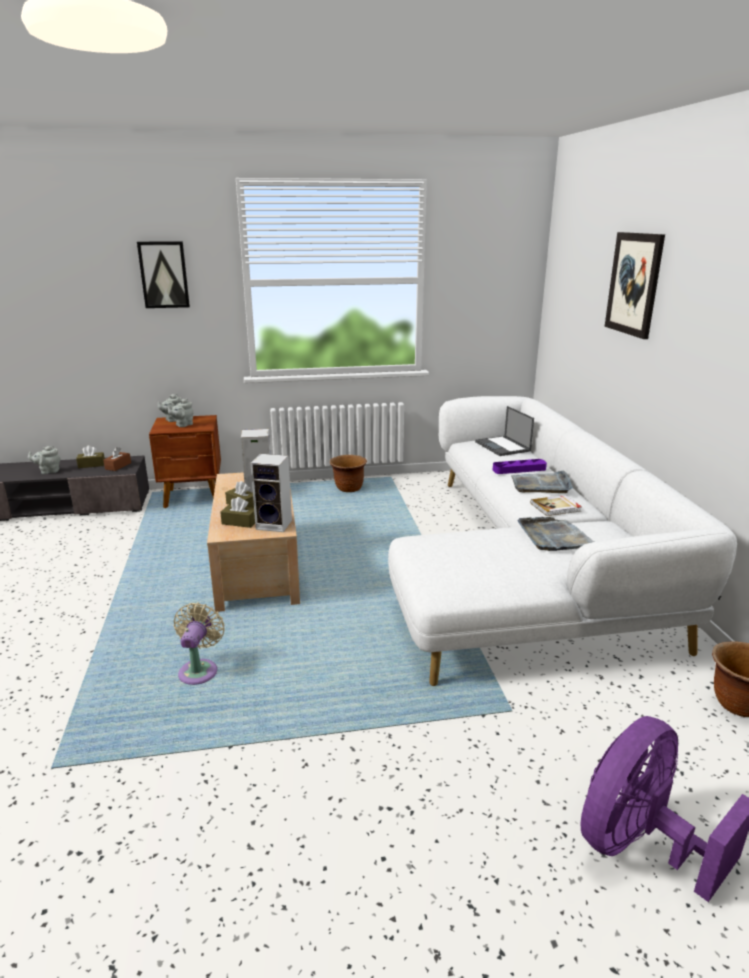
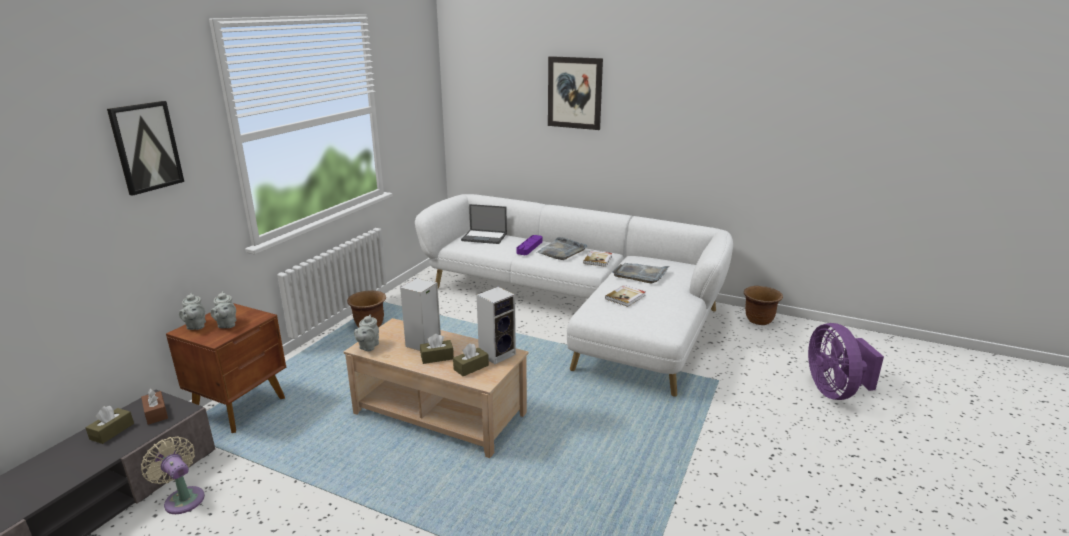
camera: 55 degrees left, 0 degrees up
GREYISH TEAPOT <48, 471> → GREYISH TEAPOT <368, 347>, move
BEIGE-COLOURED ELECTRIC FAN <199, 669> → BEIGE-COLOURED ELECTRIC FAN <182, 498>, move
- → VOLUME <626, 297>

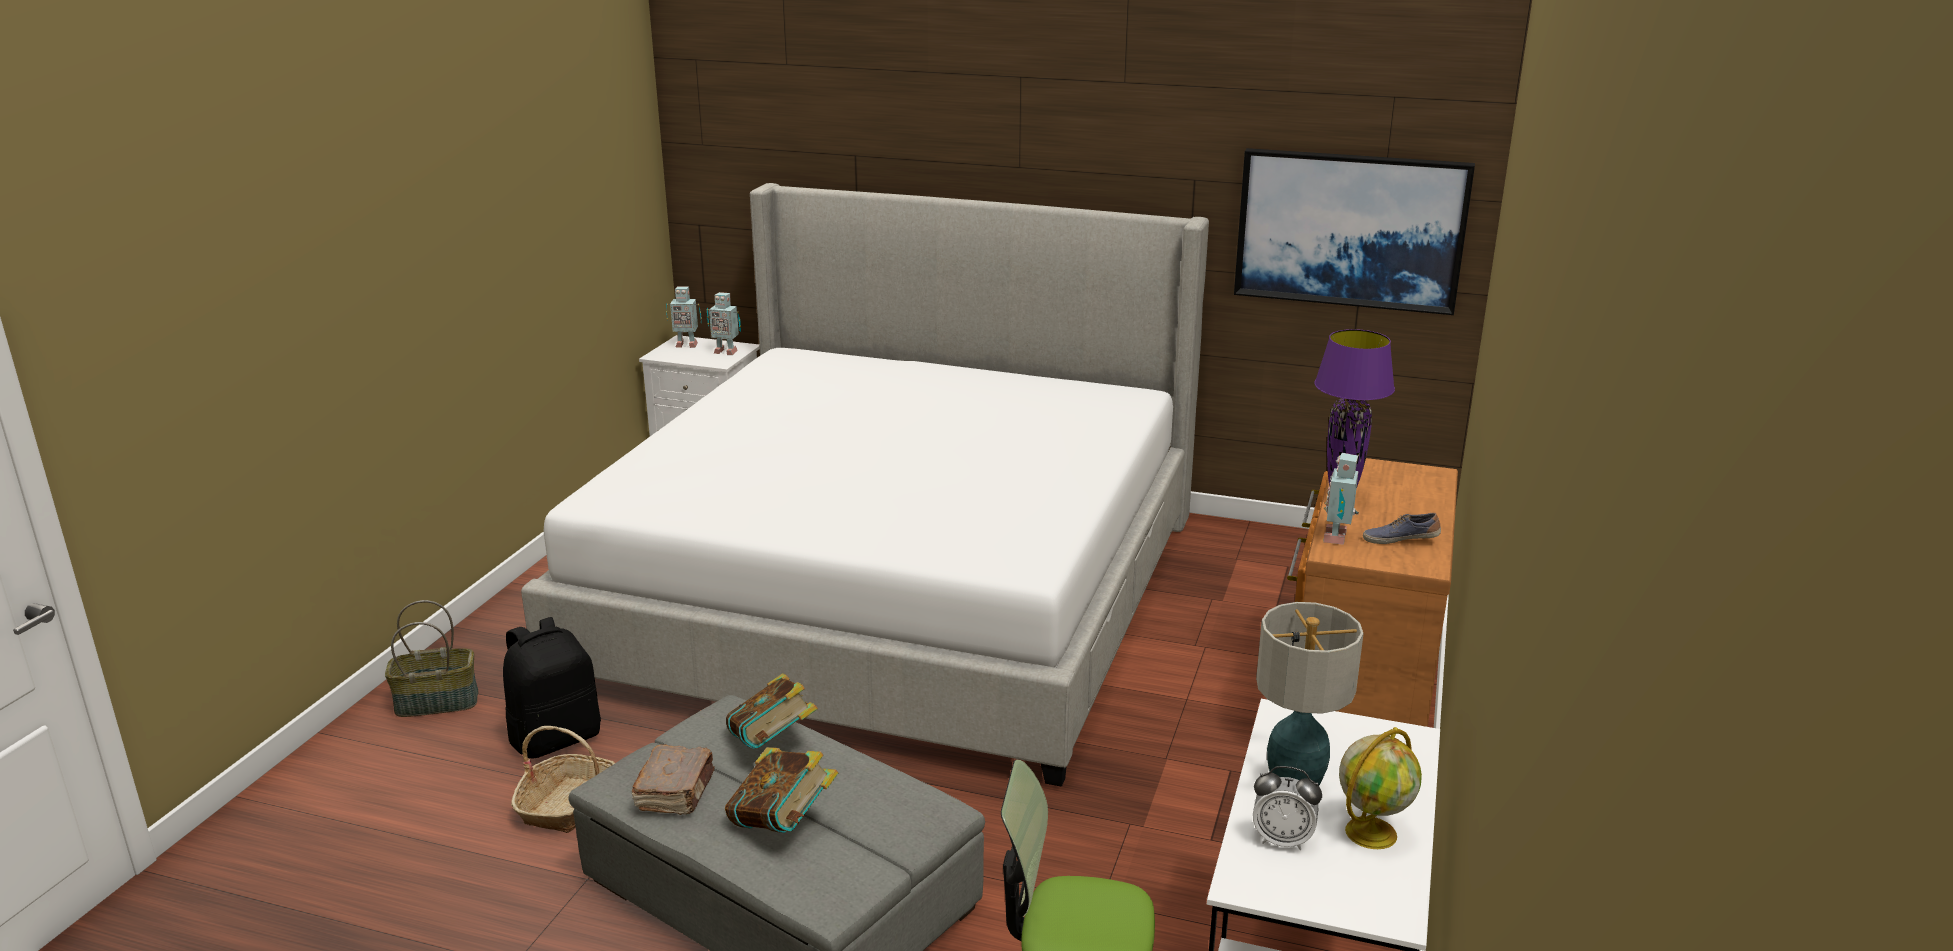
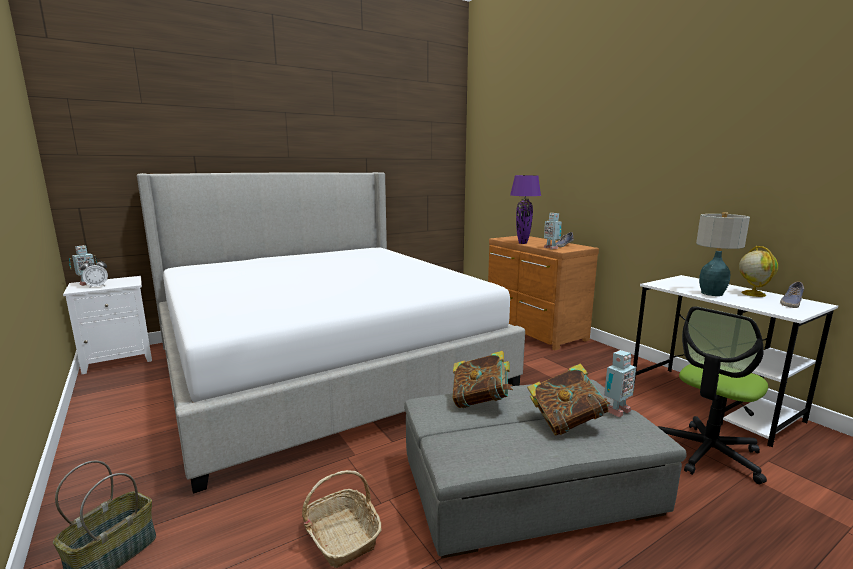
camera: 50 degrees left, 10 degrees down
BLACKISH RUCKSACK <556, 738> → -
BROWNISH VOLUME <676, 792> → -
MODEL ROBOT <725, 351> → MODEL ROBOT <616, 411>, move
WALL ART <1350, 229> → -
TABLE CLOCK <1282, 840> → TABLE CLOCK <97, 286>, move
- → SHOE <791, 303>

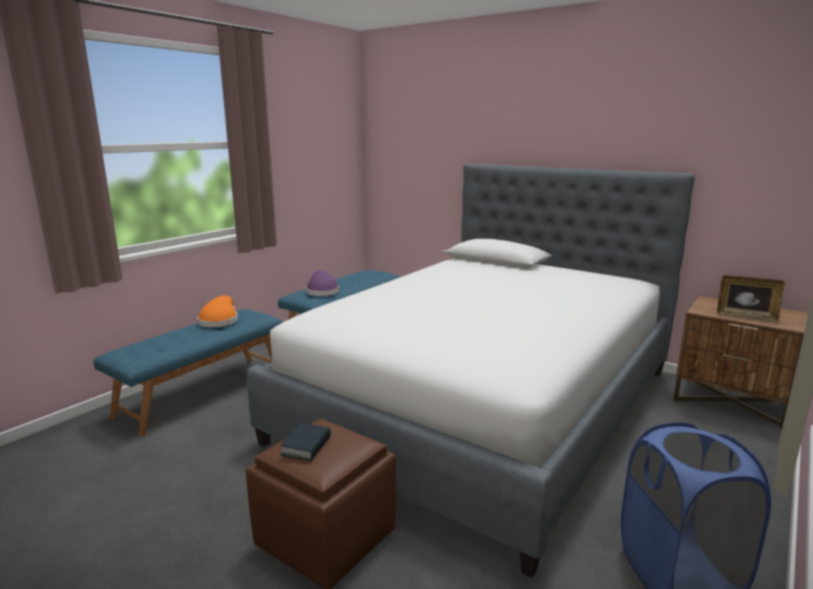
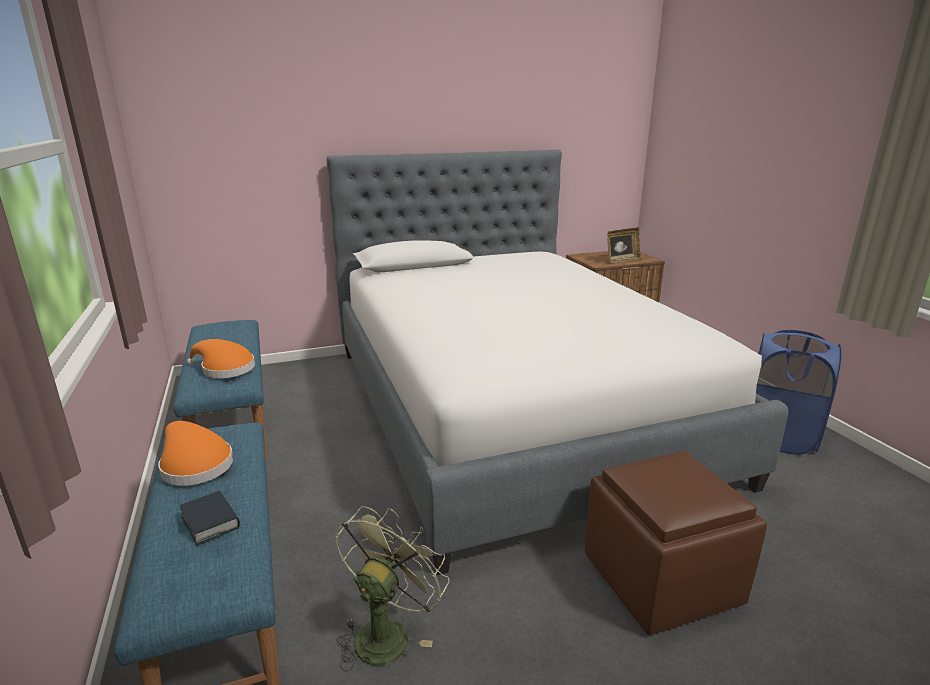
camera: 55 degrees left, 5 degrees up
VOLUME <306, 446> → VOLUME <210, 522>, move
PURPLE-COLOURED HAT <321, 291> → ORANGEY HAT <224, 369>
- → GREEN-COLOURED ELECTRIC FAN <386, 631>

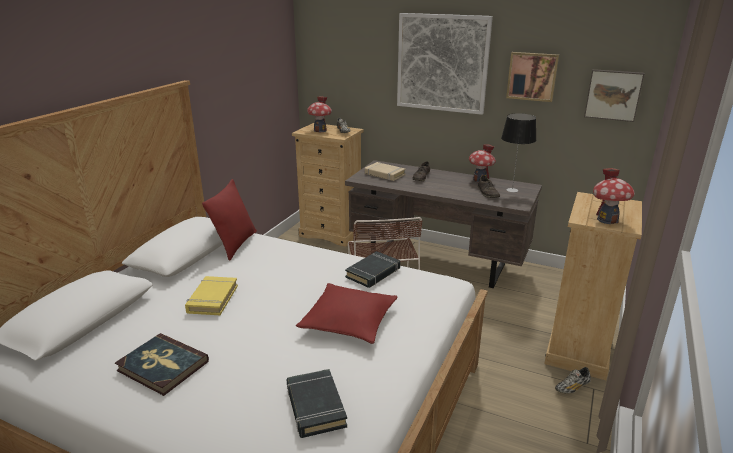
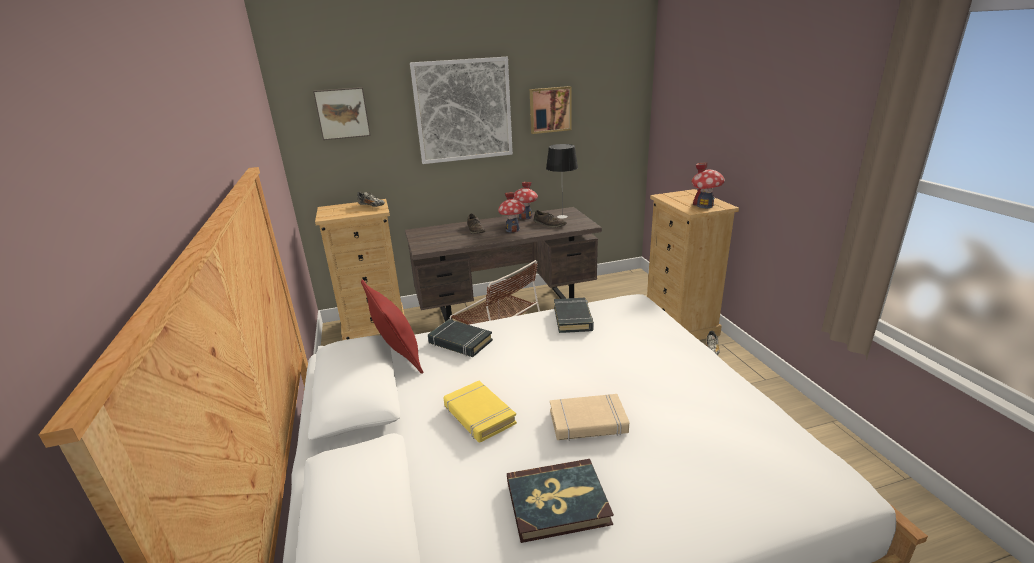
camera: 40 degrees left, 0 degrees up
BLACKISH VOLUME <315, 407> → BLACKISH VOLUME <460, 342>, move
RED THROW PILLOW <349, 321> → -
TOY HOUSE <320, 130> → TOY HOUSE <512, 230>, move
BEIGE-COLOURED VOLUME <384, 174> → BEIGE-COLOURED VOLUME <588, 422>, move
WALL ART <613, 95> → WALL ART <342, 113>, move

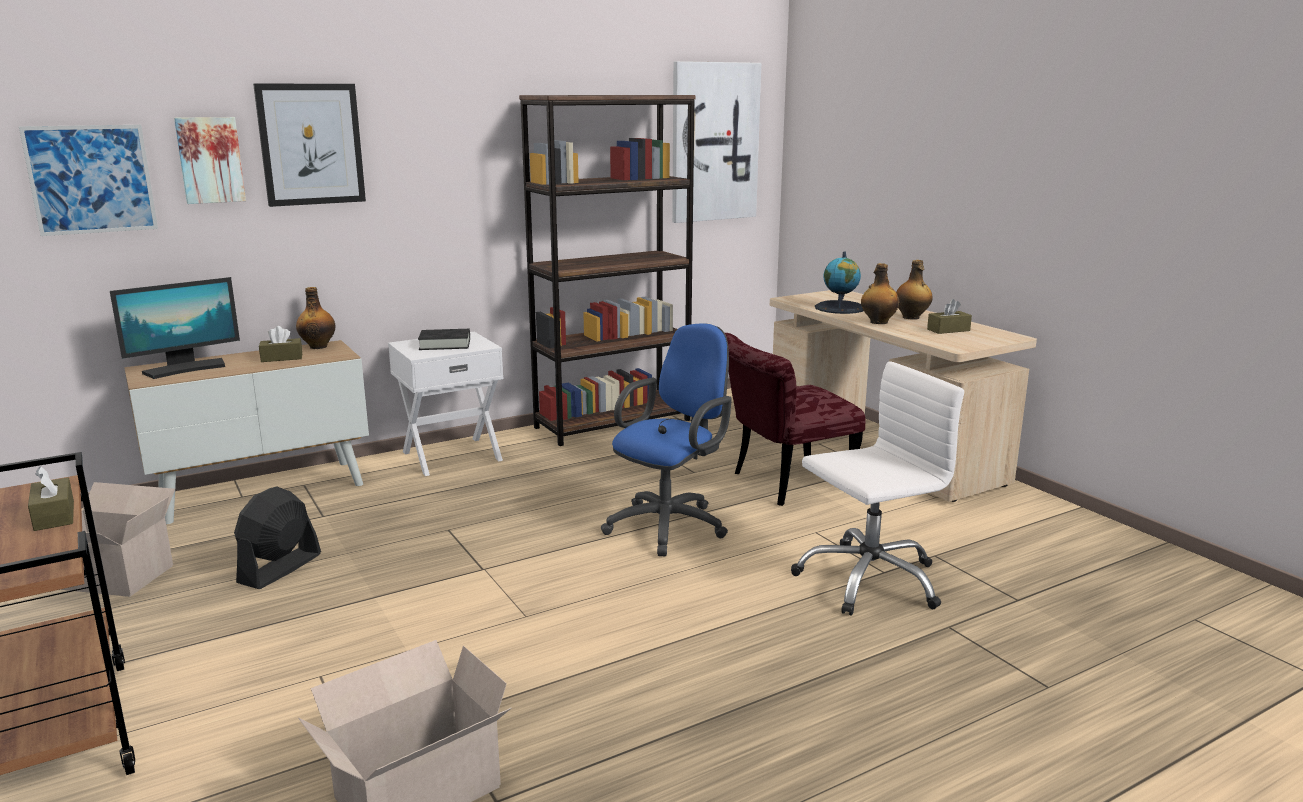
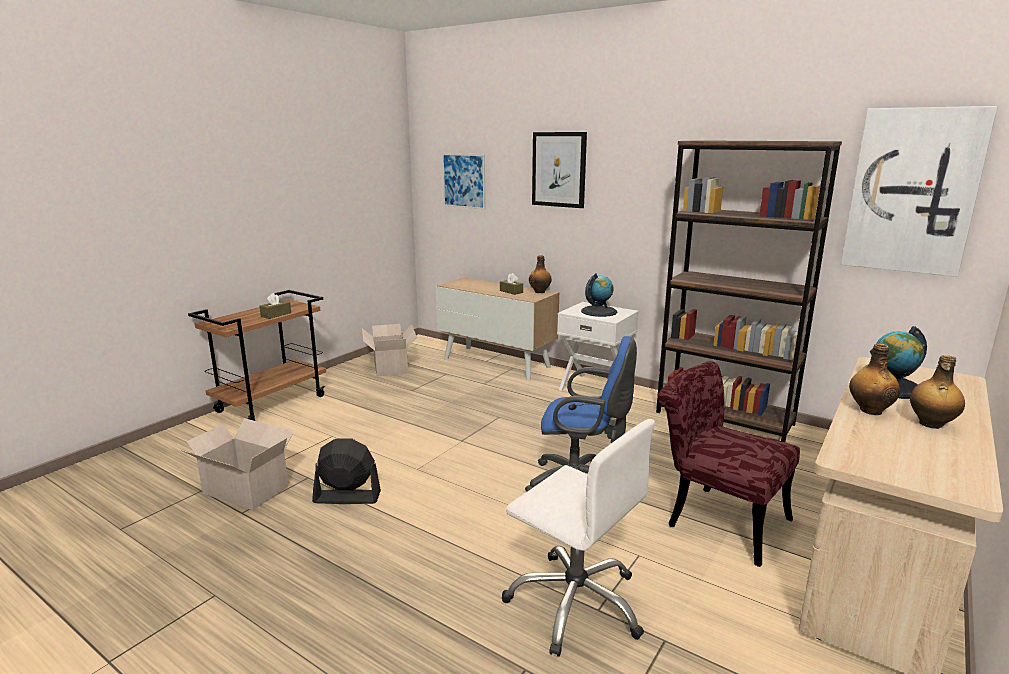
camera: 65 degrees right, 0 degrees up
MONITOR <185, 369> → -
WALL ART <210, 160> → -
BLACKISH ELECTRIC FAN <279, 568> → BLACKISH ELECTRIC FAN <346, 497>, move
BLACKISH VOLUME <445, 344> → GLOBE <599, 311>
BROWNISH BOX OF TISSUES <948, 330> → -

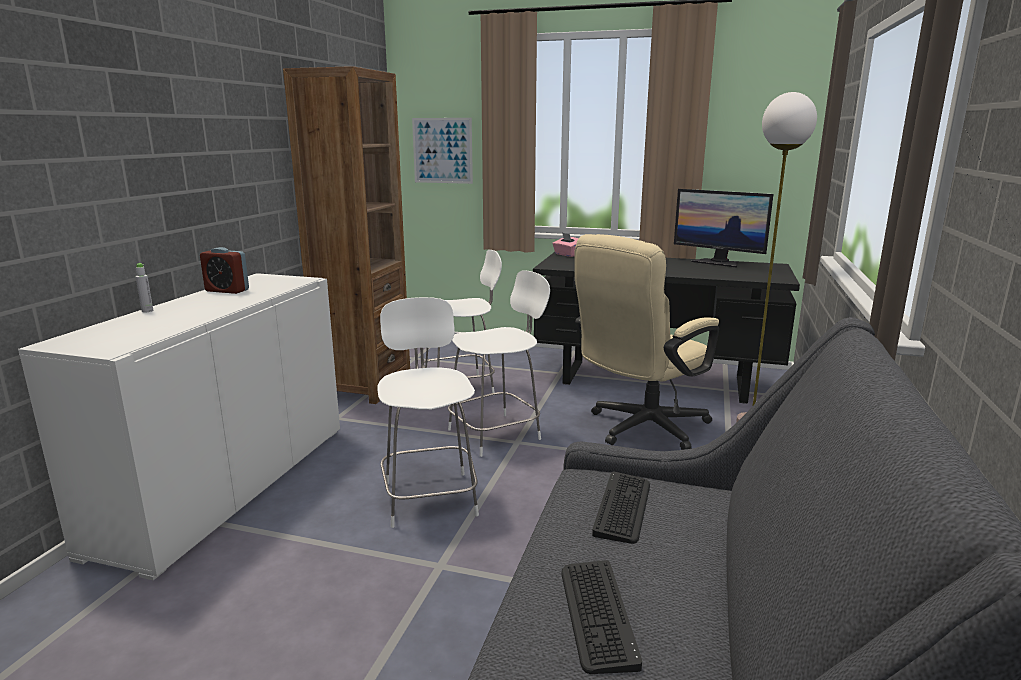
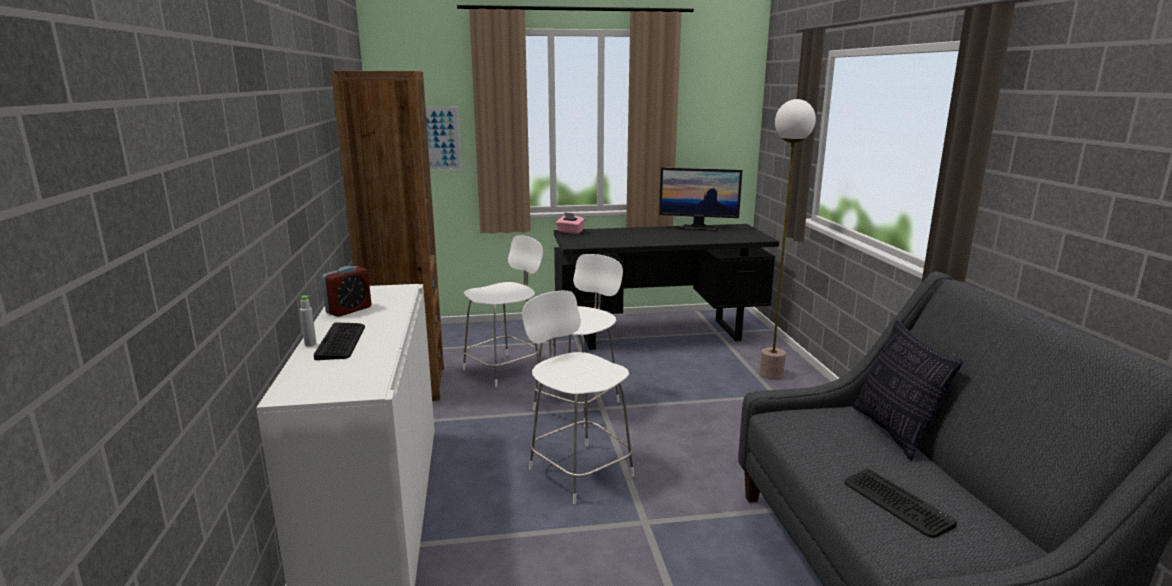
camera: 25 degrees left, 0 degrees up
TABLE CLOCK <227, 290> → TABLE CLOCK <349, 310>, 45 degrees counterclockwise
BEIGE-COLOURED COMPUTER CHAIR <640, 429> → -
PC KEYBOARD <623, 507> → PC KEYBOARD <341, 341>, move
- → THROW PILLOW <894, 432>

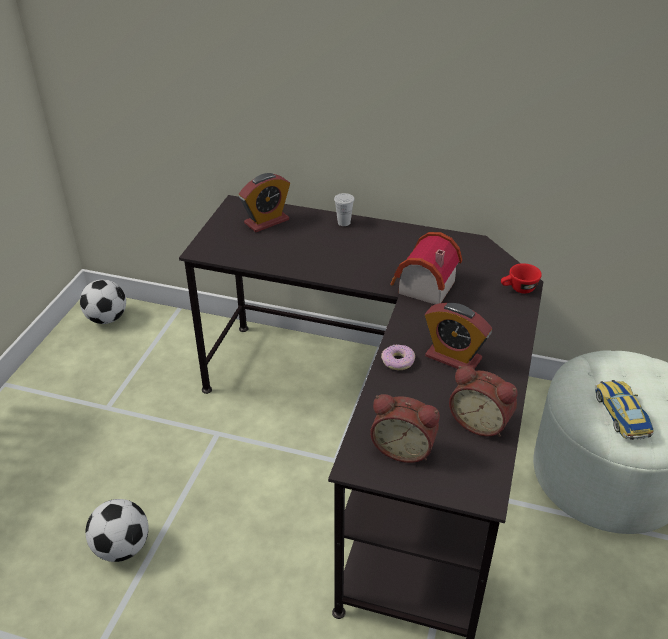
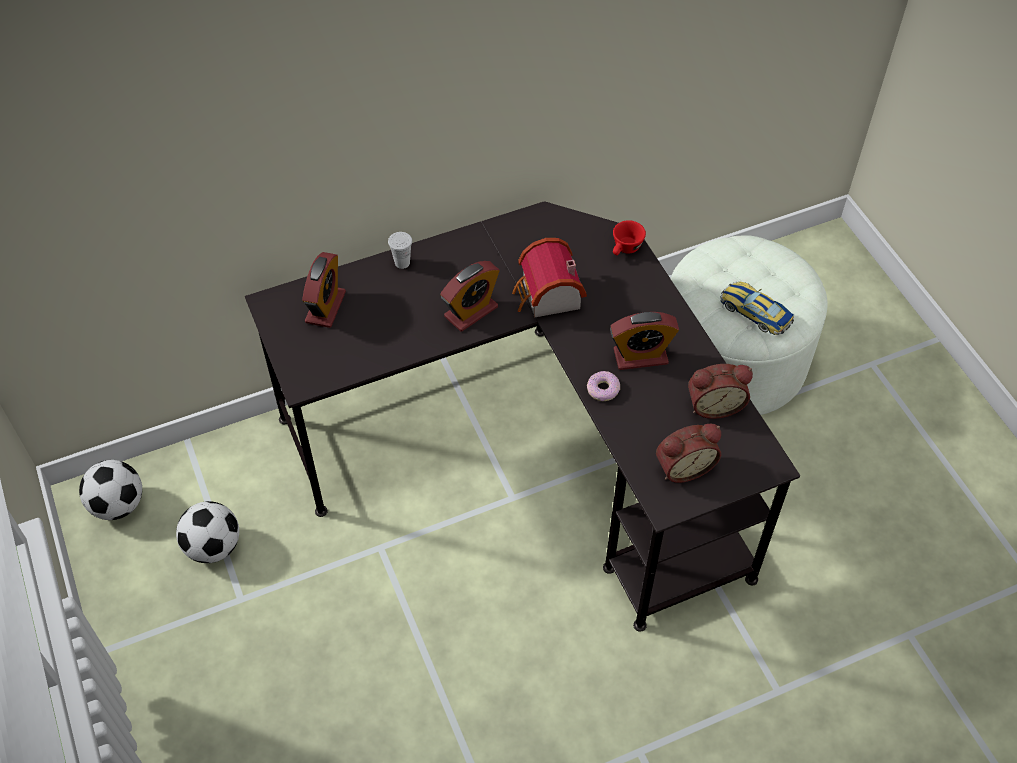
camera: 40 degrees left, 15 degrees up
BALL FOR FOOTBALL <122, 548> → BALL FOR FOOTBALL <213, 546>, move
- → TABLE CLOCK <471, 312>

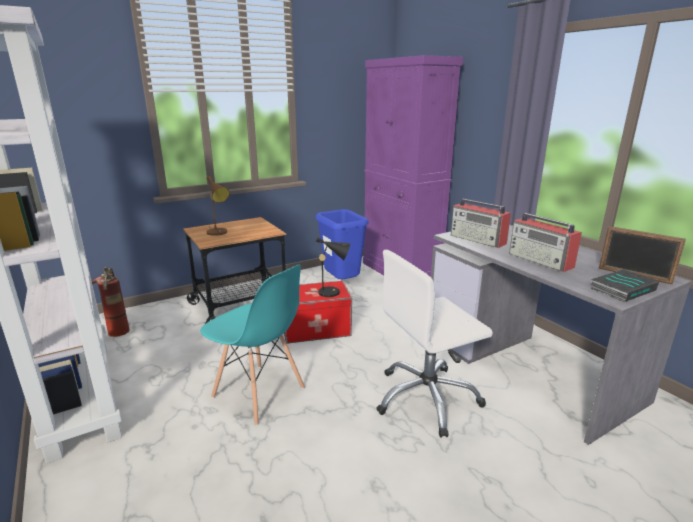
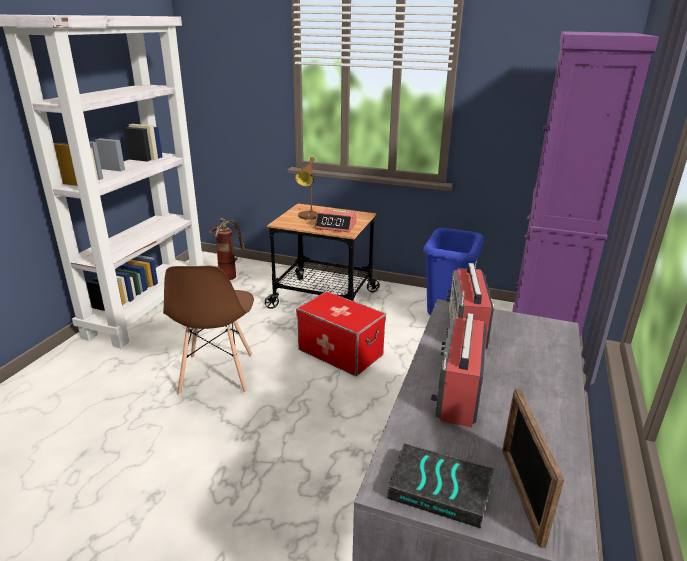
camera: 50 degrees right, 5 degrees up
TURQUOISE CHAIR <259, 393> → BROWNISH CHAIR <216, 374>
BLACKISH TABLE LAMP <332, 292> → -
WHITE COMPUTER CHAIR <427, 398> → -
- → TABLE CLOCK <336, 226>

